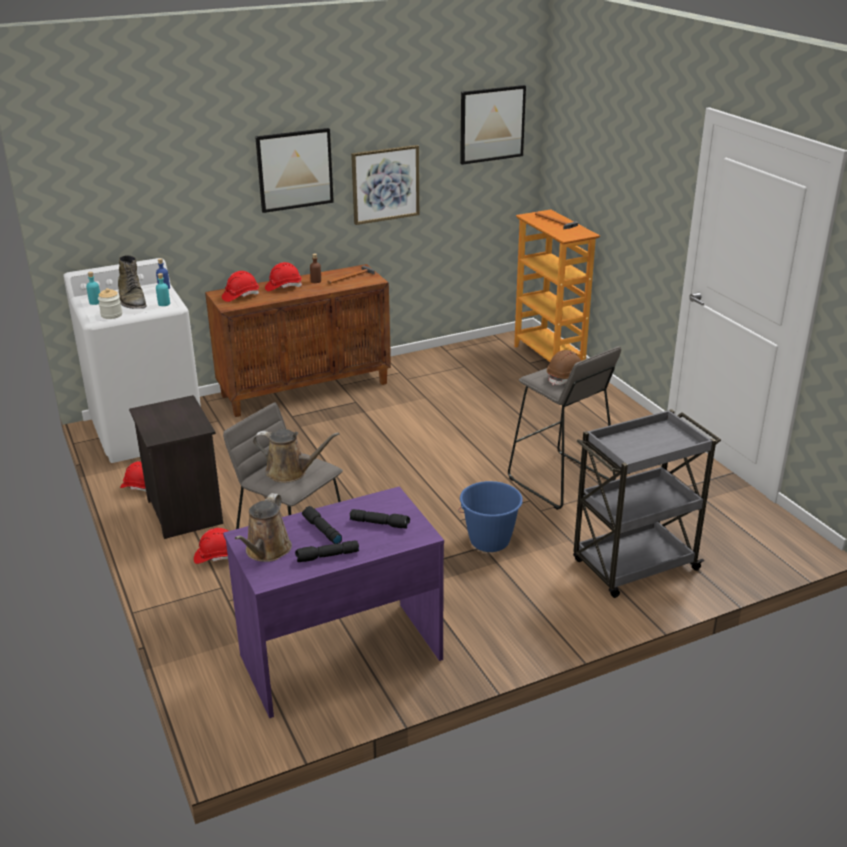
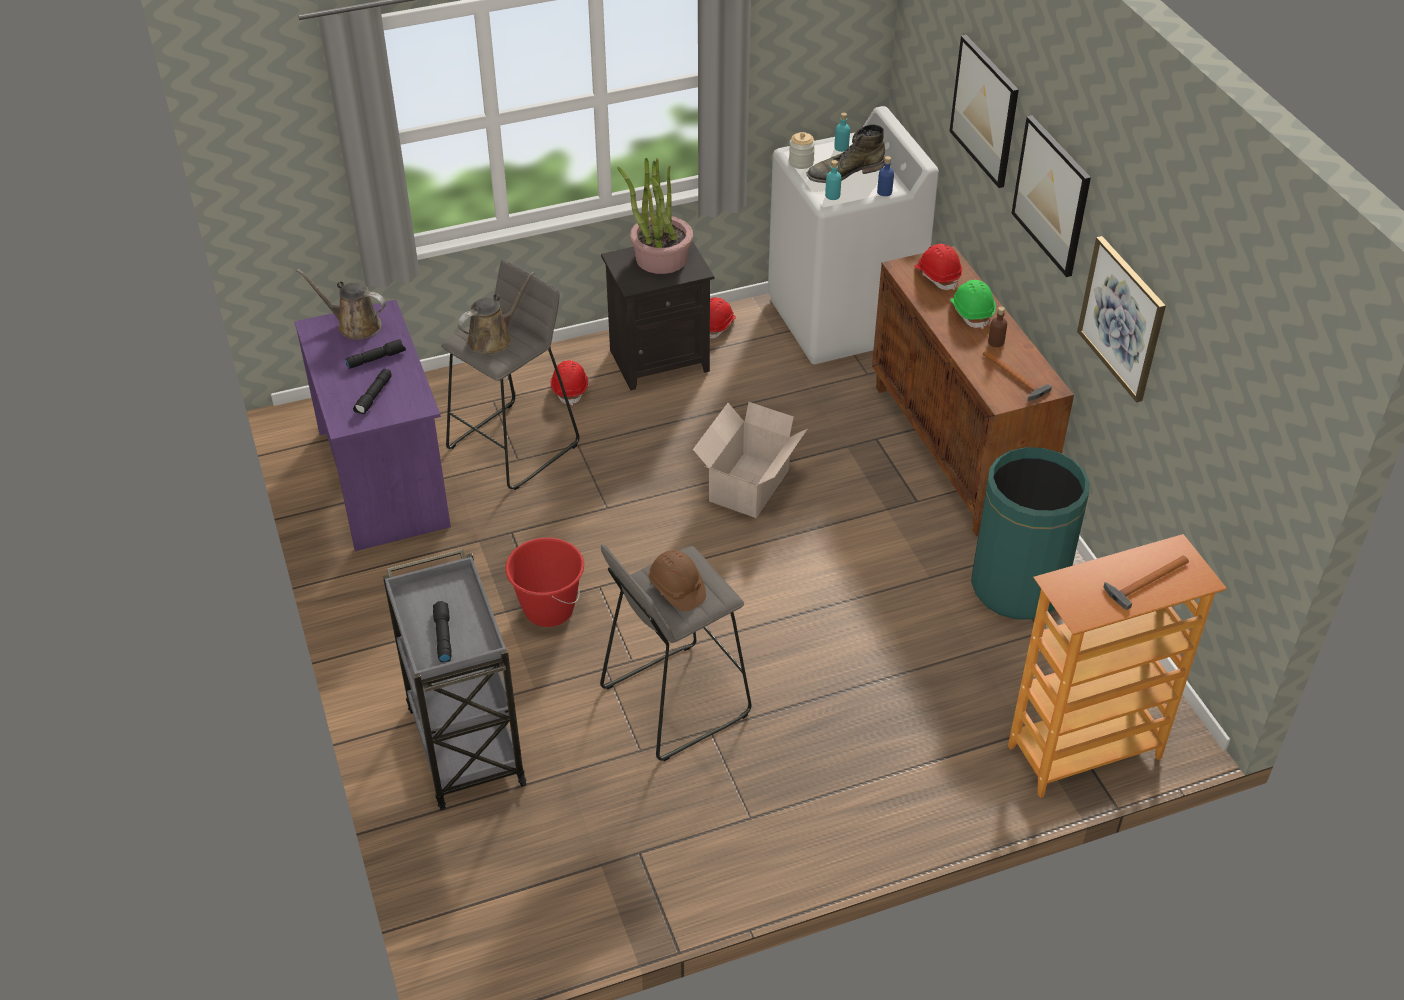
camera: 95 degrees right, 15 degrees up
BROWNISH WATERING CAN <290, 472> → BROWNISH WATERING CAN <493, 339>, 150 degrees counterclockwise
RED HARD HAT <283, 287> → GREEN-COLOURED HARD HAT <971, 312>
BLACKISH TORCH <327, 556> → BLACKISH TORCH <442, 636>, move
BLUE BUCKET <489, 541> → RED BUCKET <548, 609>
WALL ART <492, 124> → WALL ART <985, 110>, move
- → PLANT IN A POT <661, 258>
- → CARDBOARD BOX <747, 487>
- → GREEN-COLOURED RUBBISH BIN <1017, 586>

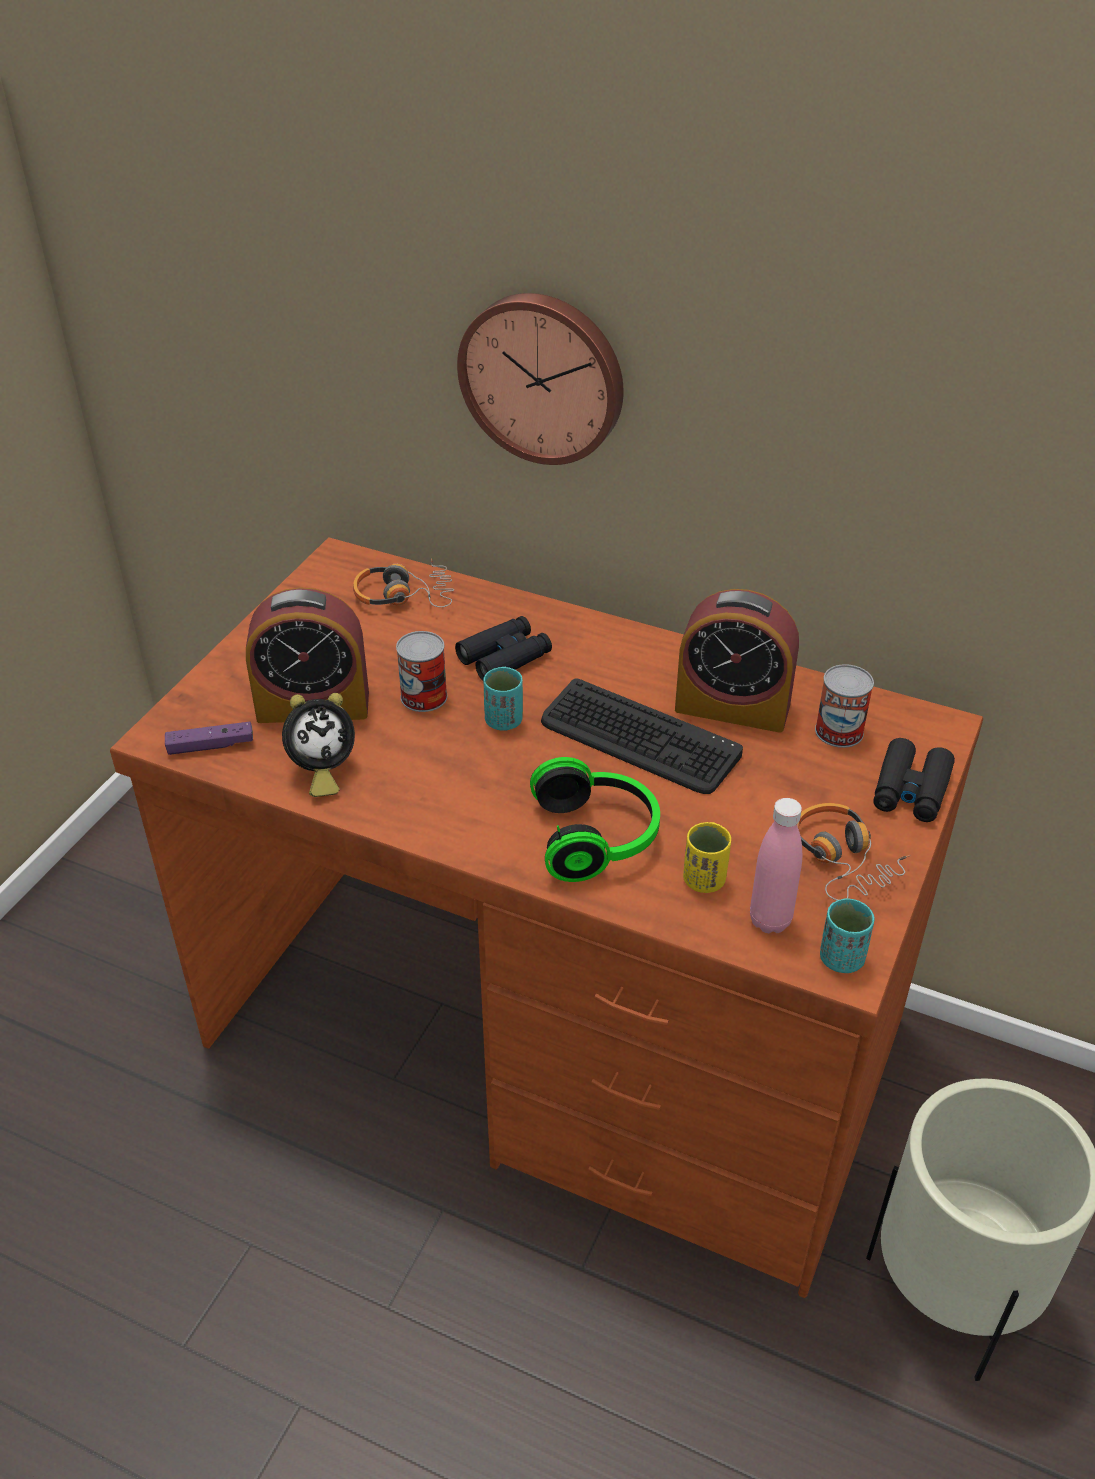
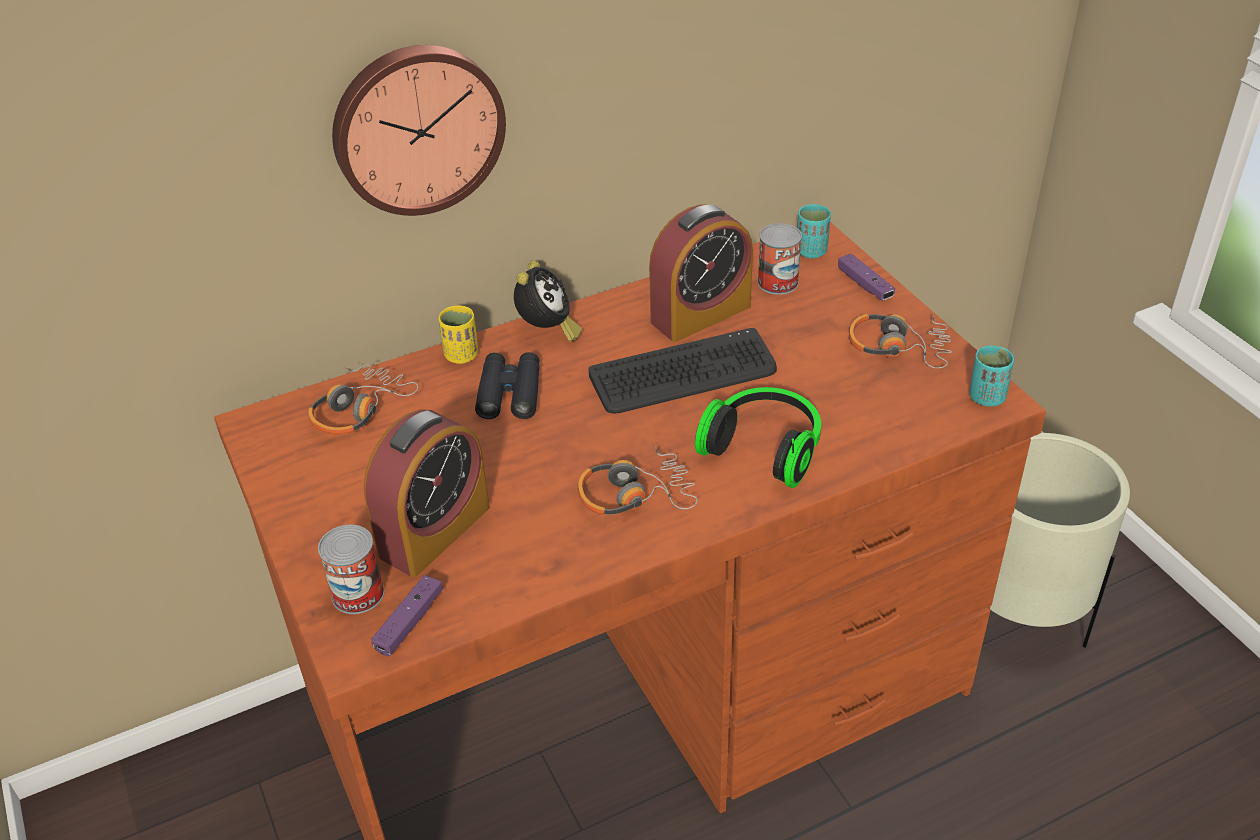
camera: 50 degrees left, 0 degrees up
TABLE CLOCK <321, 772> → TABLE CLOCK <547, 331>, move
SEALED CAN <424, 696> → SEALED CAN <358, 594>, move
TURQUOISE CUP <503, 721> → TURQUOISE CUP <811, 251>, move
YELLOW-COLOURED CUP <704, 880> → YELLOW-COLOURED CUP <461, 355>, move
PINKISH DRINK BOTTLE <770, 920> → -
BLACKISH FIELD GLASSES <910, 790> → PURPLE-COLOURED JOYPAD <865, 285>
- → HEADPHONES <635, 494>

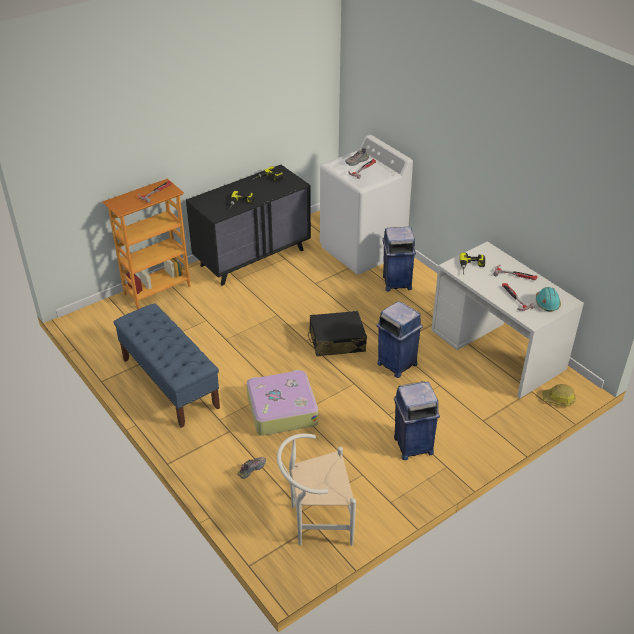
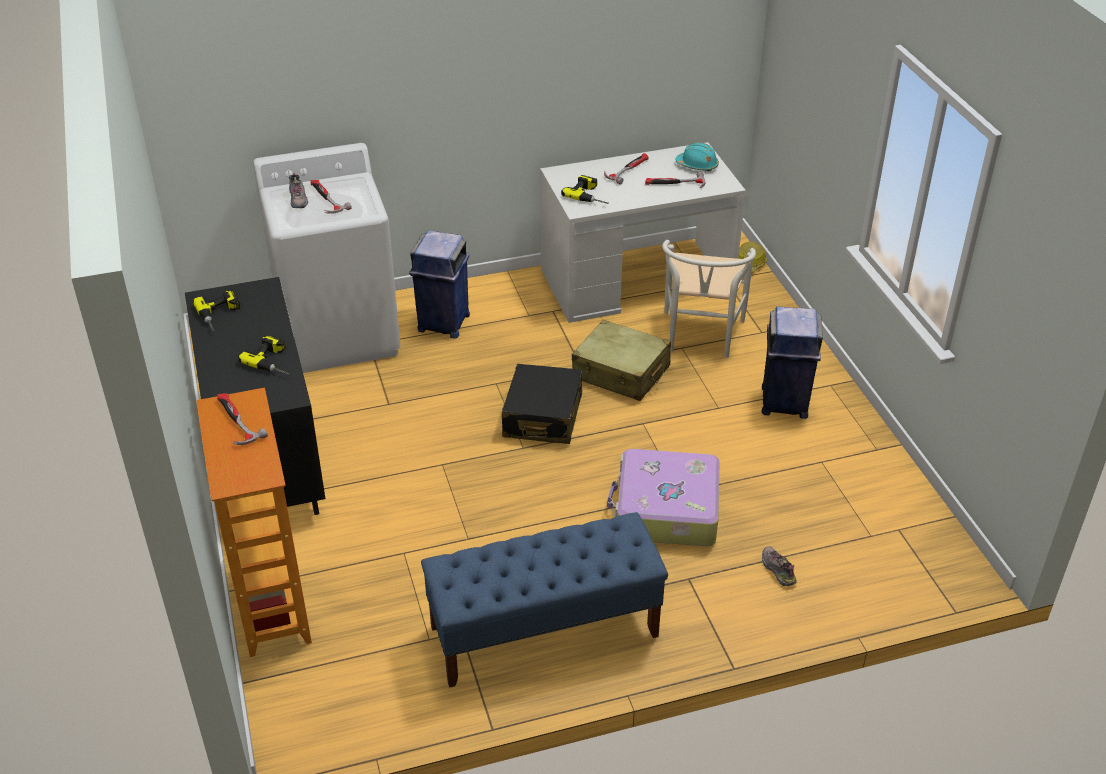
camera: 70 degrees left, 0 degrees up
WHITE CHAIR <315, 521> → WHITE CHAIR <700, 339>, move
BLUE RUBBISH BIN <396, 363> → BEIGE-COLOURED TRAVEL CASE <621, 373>

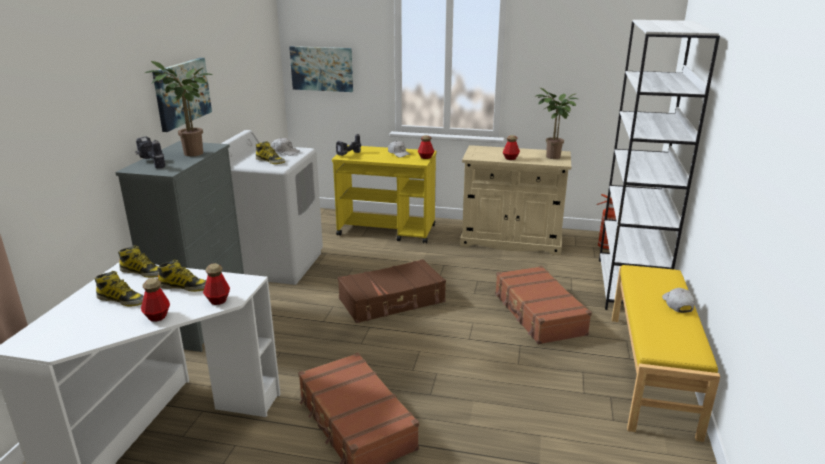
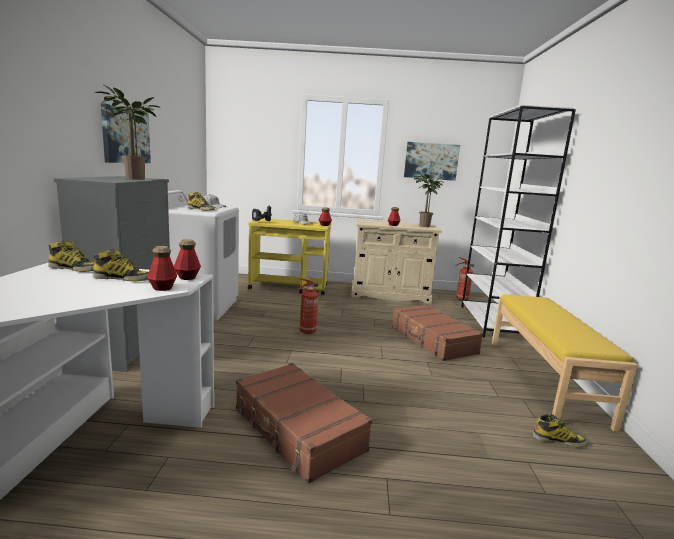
camera: 10 degrees left, 10 degrees down
HIGH-TOP BOOT <122, 300> → HIGH-TOP BOOT <559, 440>, move
DRILL <151, 163> → -
DRINK BOTTLE <157, 316> → DRINK BOTTLE <187, 277>, move
WALL ART <322, 68> → WALL ART <431, 161>, move
BROWNISH TRAVEL CASE <392, 301> → FIRE-FIGHTING CYLINDER <306, 332>
WHITE CAP <677, 304> → -

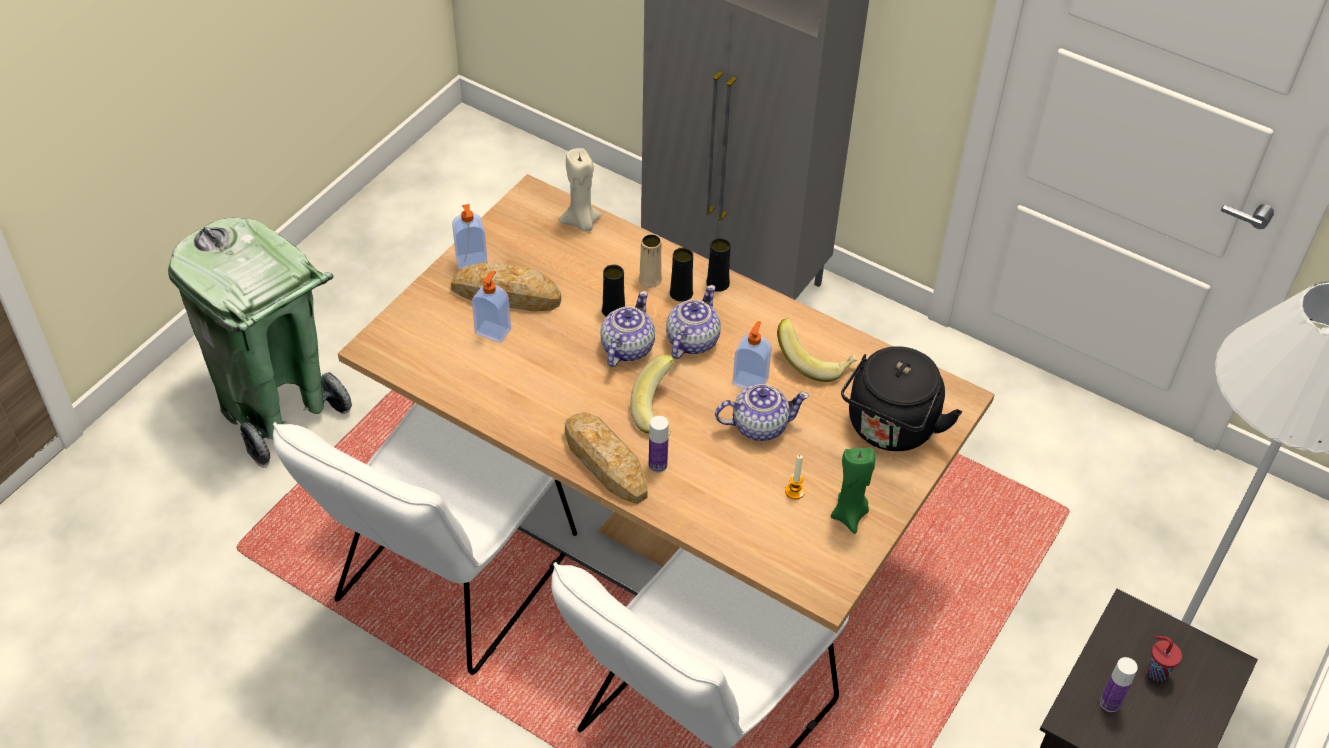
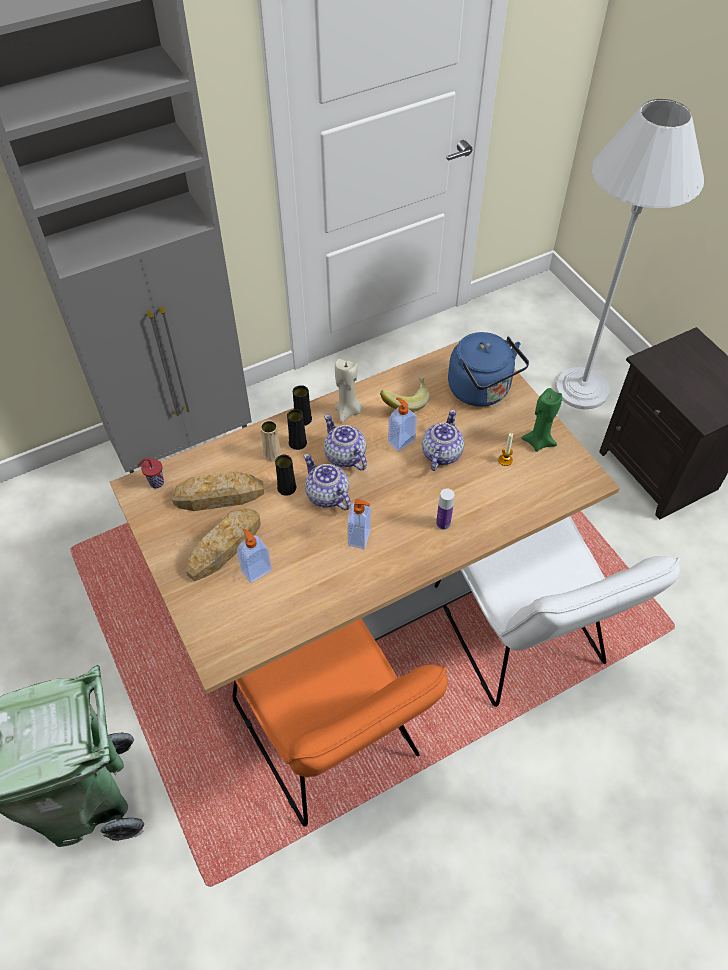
camera: 60 degrees left, 5 degrees up
WHITE CHAIR <447, 583> → ORANGEY CHAIR <331, 739>
LIQUID SOAP BOTTLE <471, 261> → LIQUID SOAP BOTTLE <360, 538>, move
BEIGE-COLOURED WAX LIGHT <581, 223> → BEIGE-COLOURED WAX LIGHT <348, 411>, move
BAKERY BREAD <605, 462> → BAKERY BREAD <219, 496>, move
BANANA FRUIT <660, 412> → -
BLACKISH KETTLE <890, 429> → BLUE KETTLE <482, 391>
DRINK BOTTLE <1109, 703> → -
RED CUP <1155, 672> → RED CUP <155, 483>, move

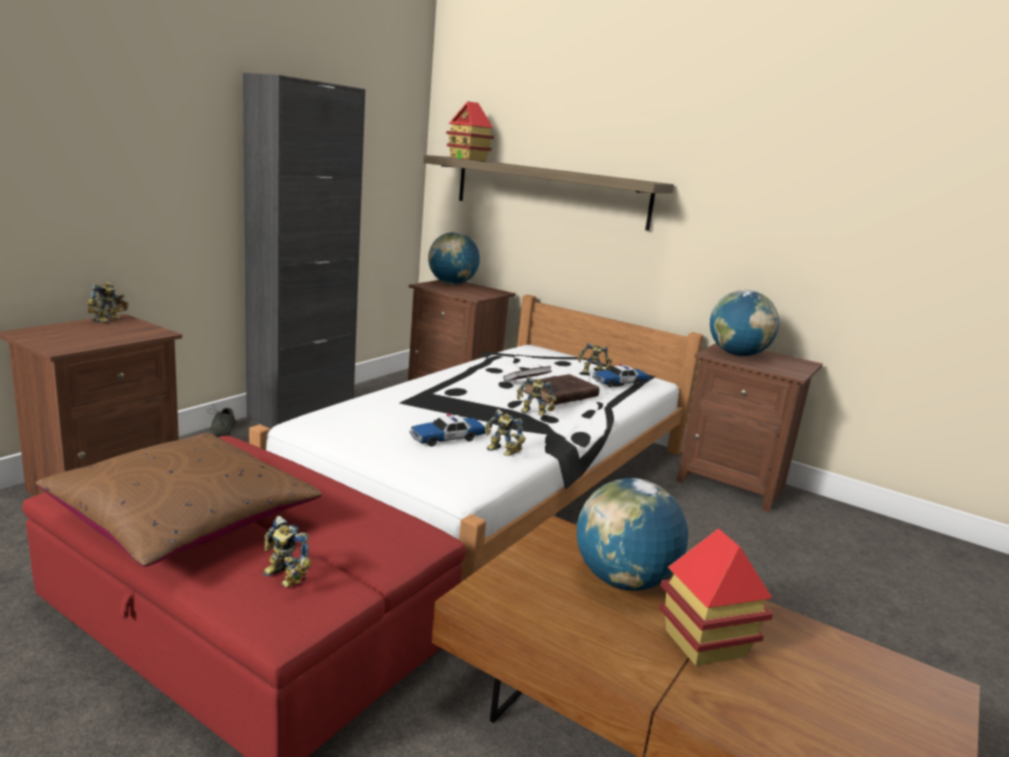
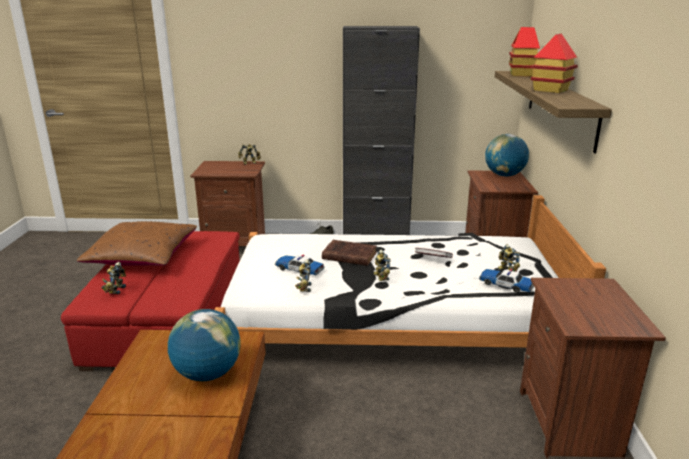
camera: 60 degrees right, 5 degrees up
BROWNISH VOLUME <559, 394> → BROWNISH VOLUME <348, 256>, move
TOY HOUSE <705, 644> → TOY HOUSE <550, 90>, move
GLOBE <737, 354> → -

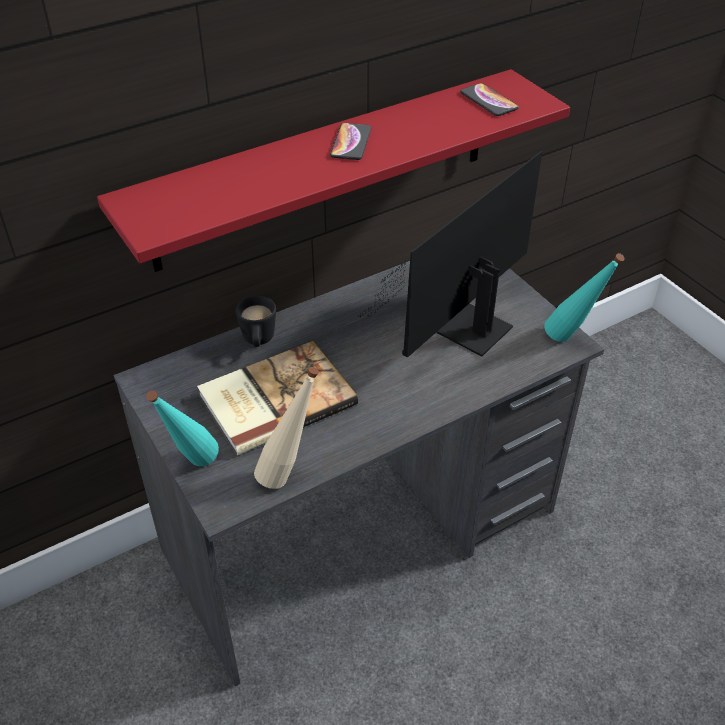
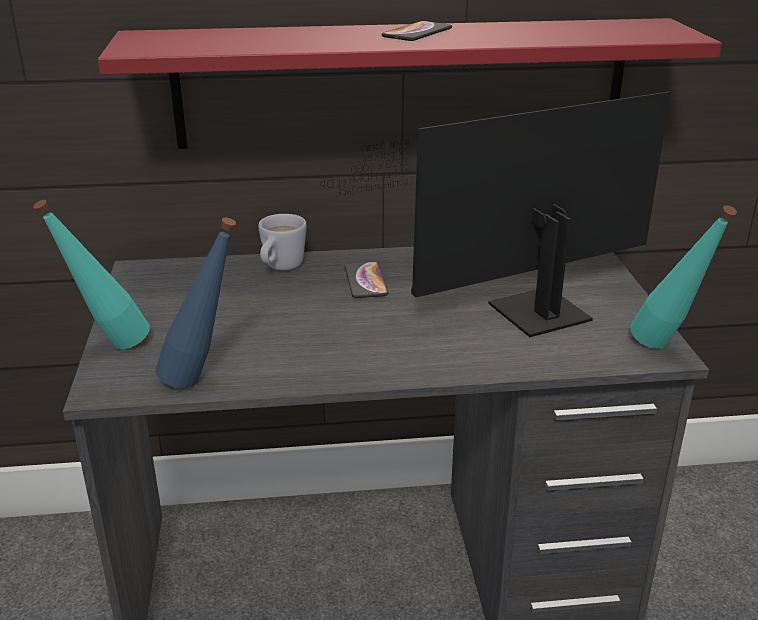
camera: 25 degrees right, 15 degrees down
VOLUME <274, 399> → -
BLACKISH COFFEE MUG <258, 342> → WHITE COFFEE MUG <280, 268>
BEIGE-COLOURED DRINK BOTTLE <289, 474> → BLUE DRINK BOTTLE <203, 381>
HANDSET <489, 101> → HANDSET <365, 281>, move

